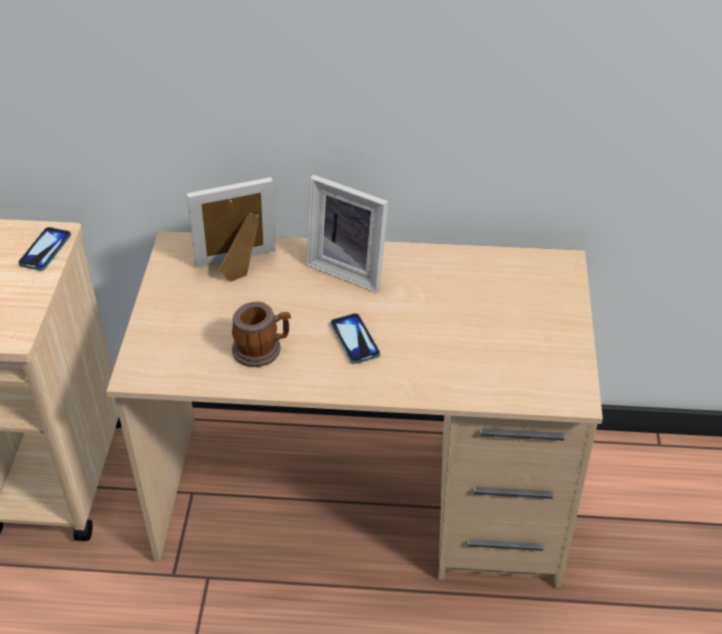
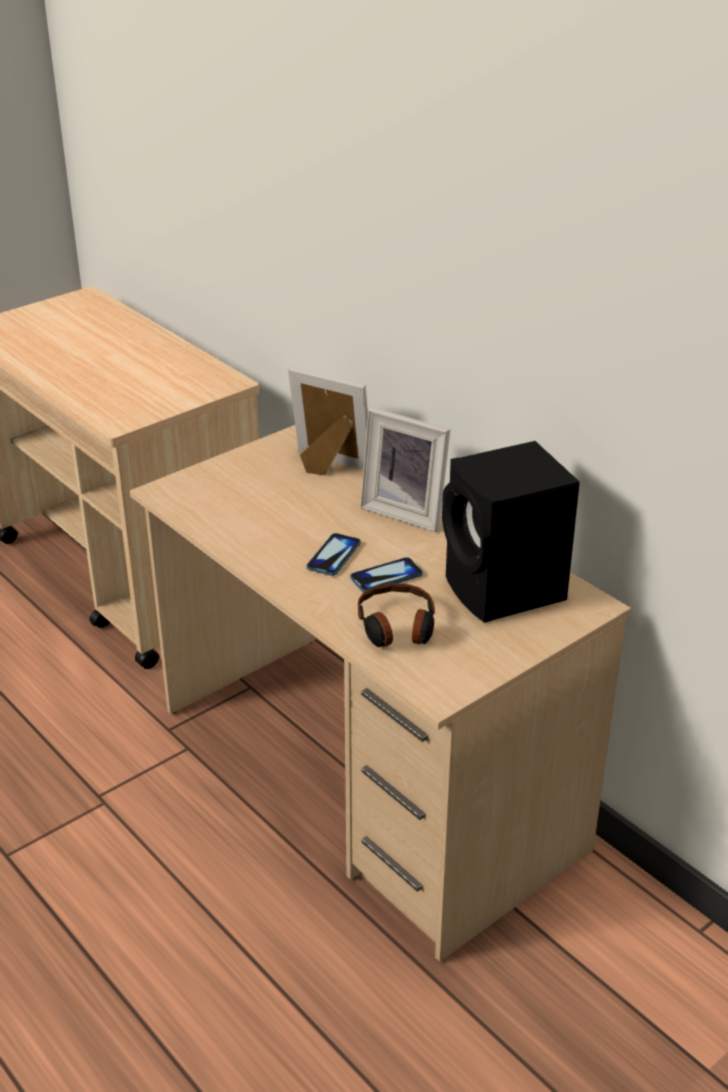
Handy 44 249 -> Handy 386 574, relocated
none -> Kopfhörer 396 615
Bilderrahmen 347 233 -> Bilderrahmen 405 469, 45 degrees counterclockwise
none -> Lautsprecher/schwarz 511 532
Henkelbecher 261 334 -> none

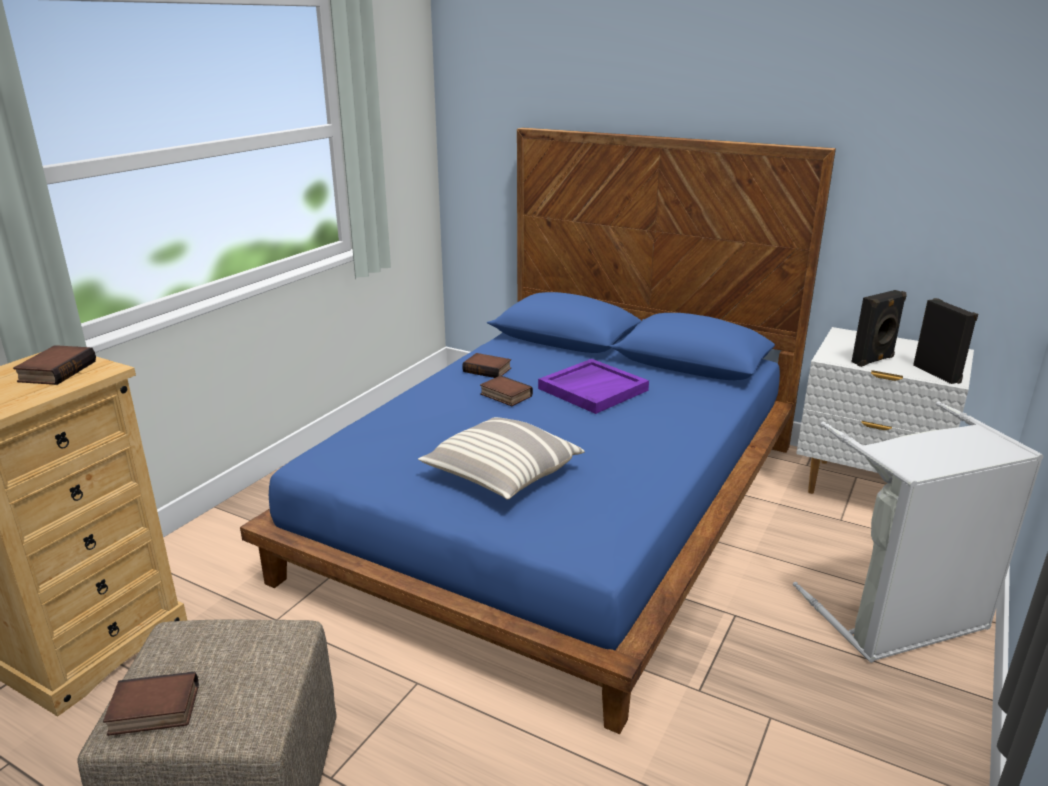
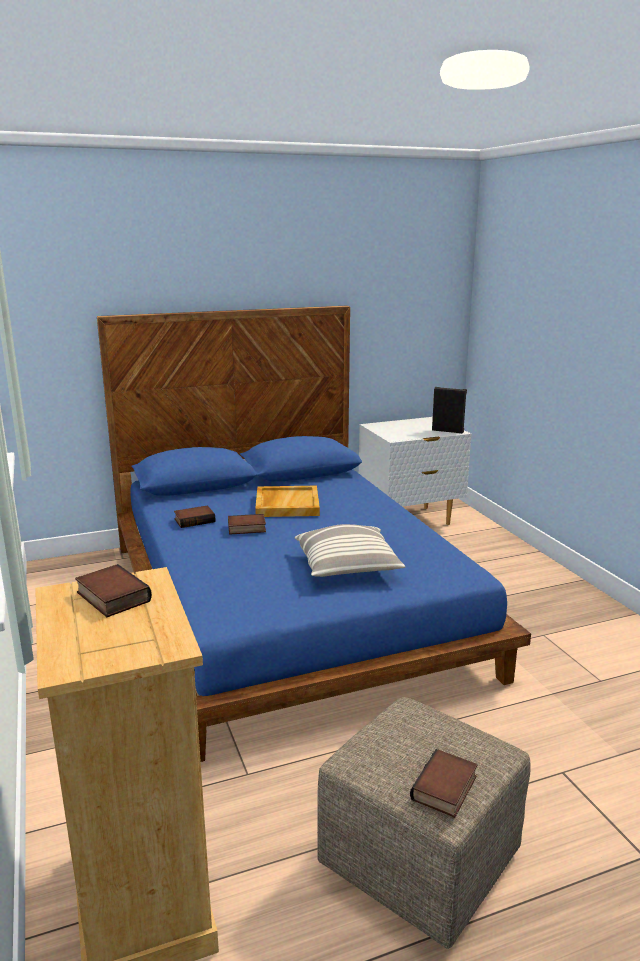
Tablett/lila 593 386 -> Tablett/beige 287 501
Wäschekorb/grau 918 532 -> none
Lautsprecher/schwarz 879 328 -> none

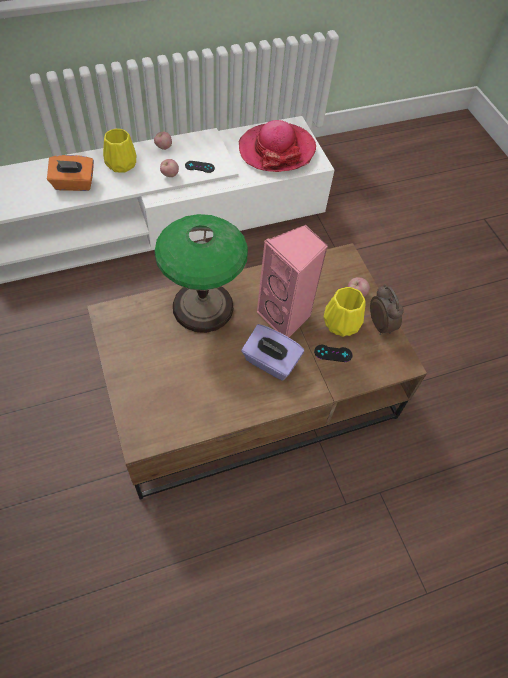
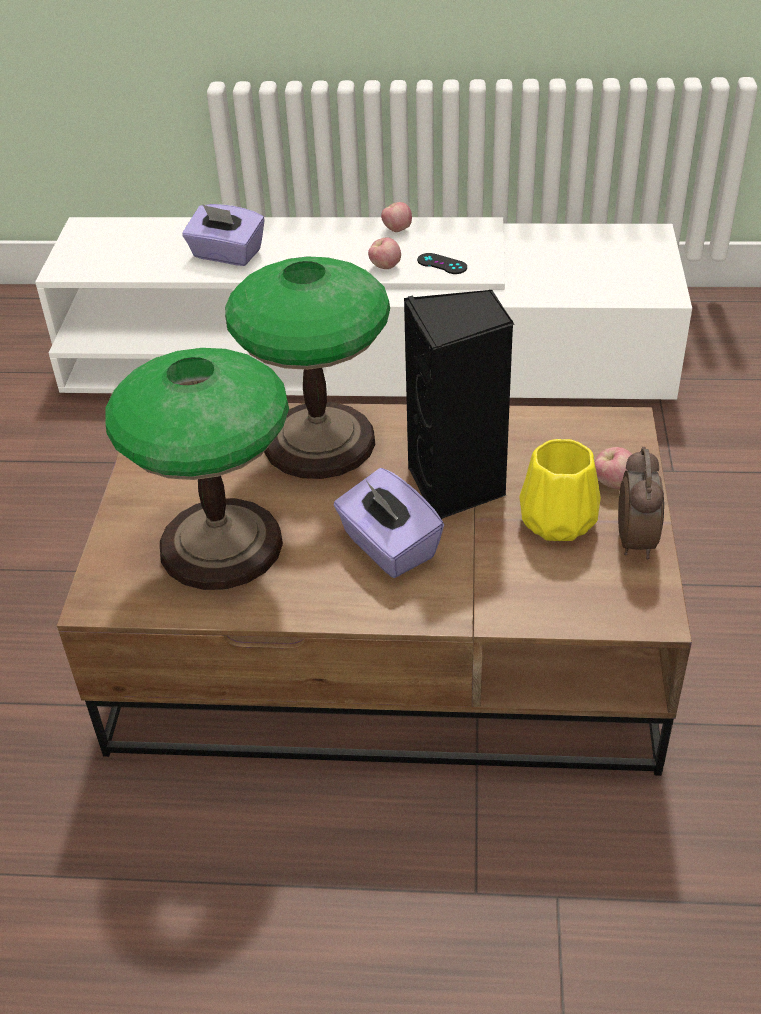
none -> Tischlampe 197 469
Taschentuchbox/orange 70 173 -> Taschentuchbox/lila 223 235
Lautsprecher/rosa 292 281 -> Lautsprecher/schwarz 459 404
Vase/gelb 120 150 -> none
Hut 277 146 -> none
Gamepad/schwarz 333 353 -> none

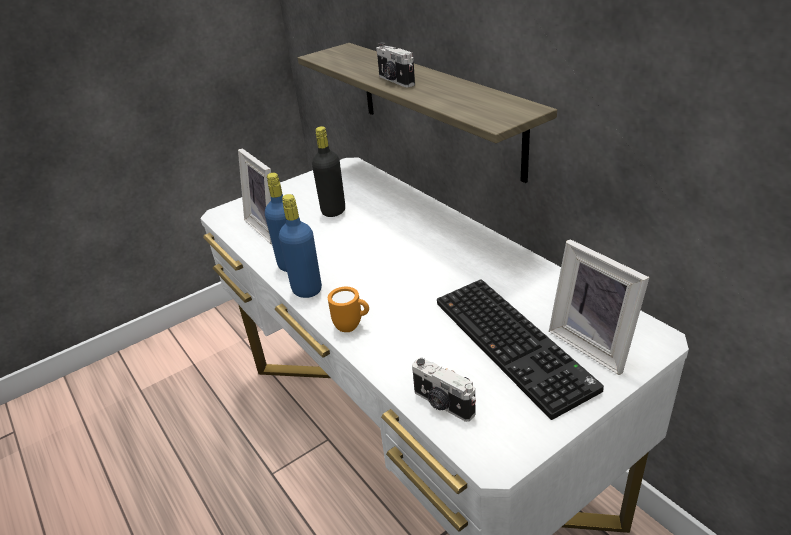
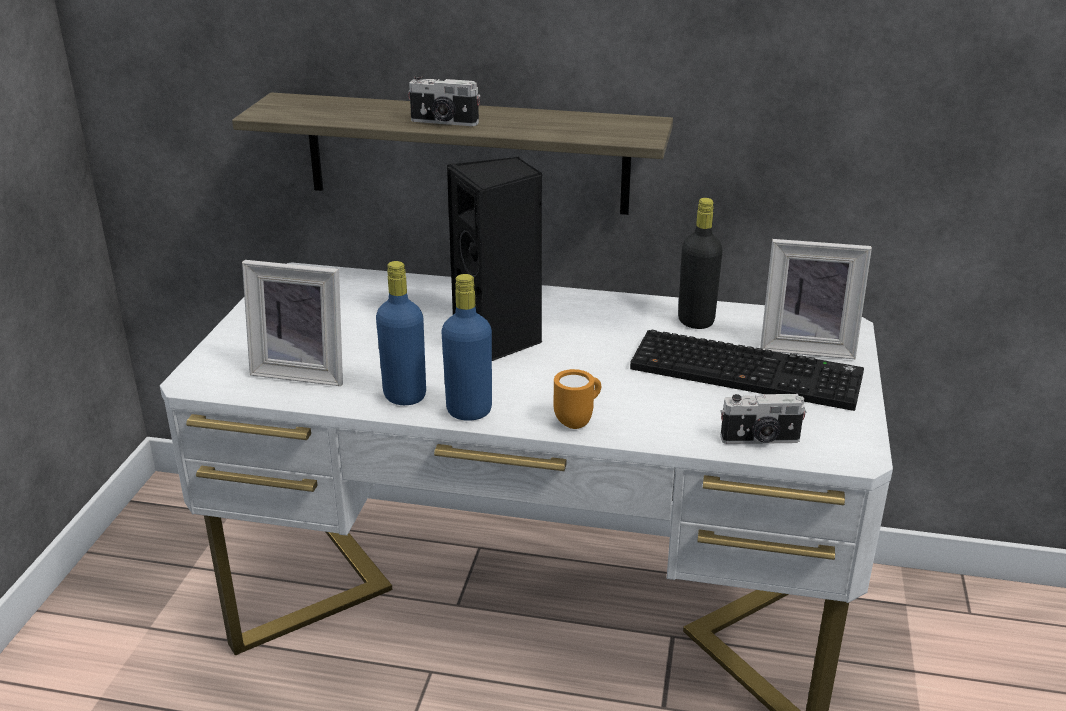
none -> Lautsprecher/schwarz 495 259
Flasche/schwarz 328 171 -> Flasche/schwarz 700 263, relocated

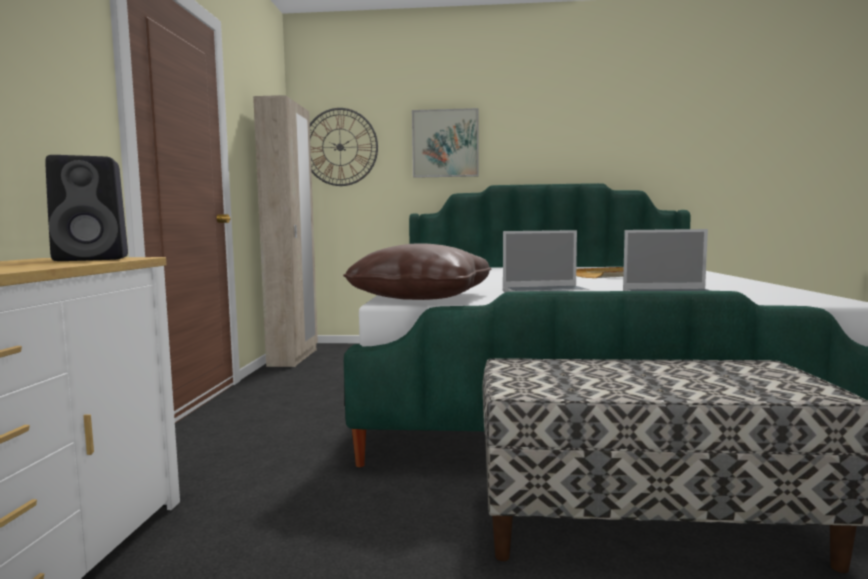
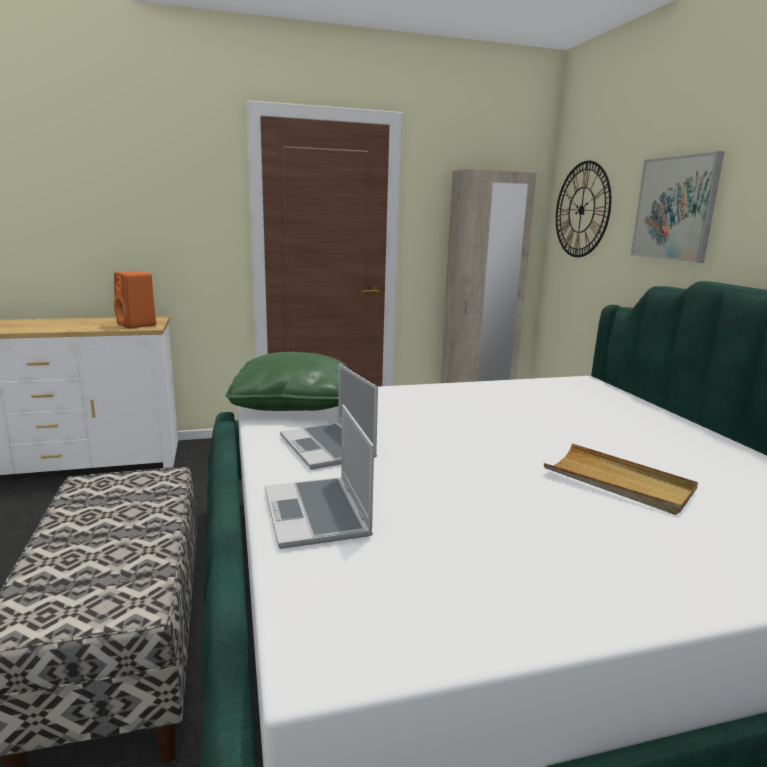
Lautsprecher/schwarz 86 208 -> Lautsprecher/orange 135 299
Kissen/braun 417 271 -> Kissen/grün 288 381

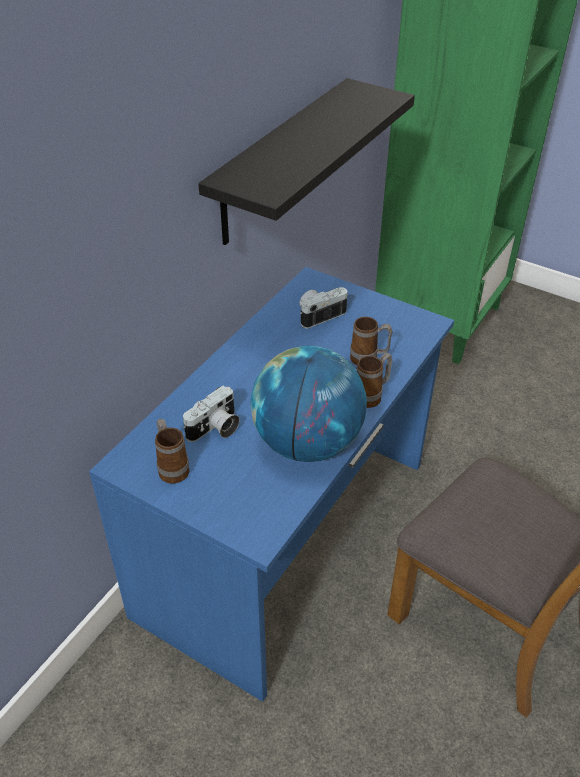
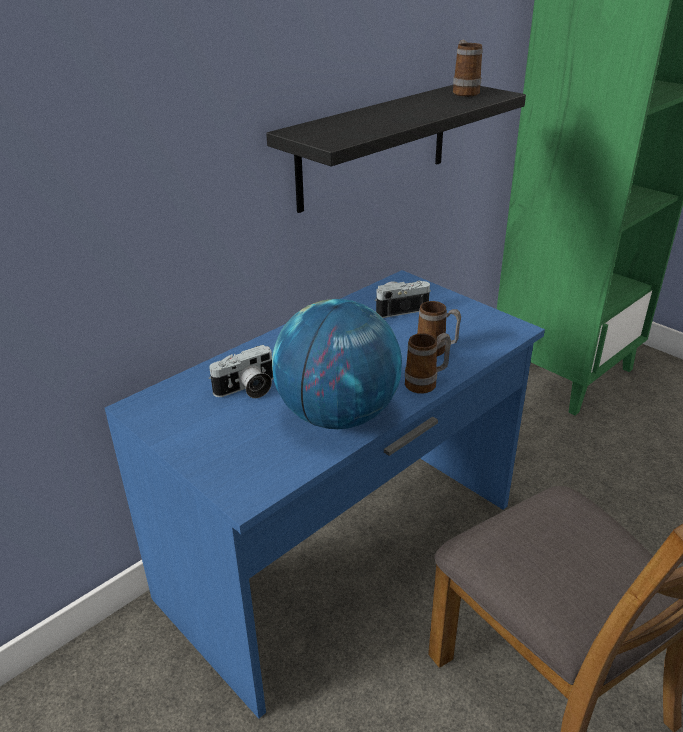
Henkelbecher 172 451 -> Henkelbecher 468 68, relocated

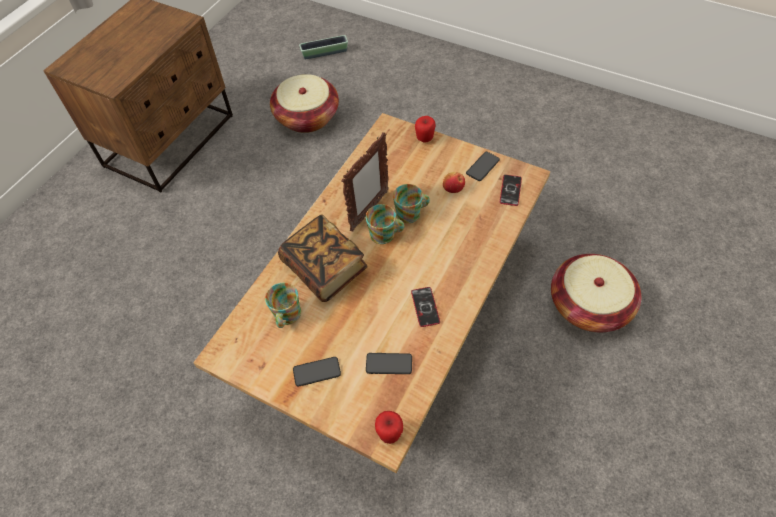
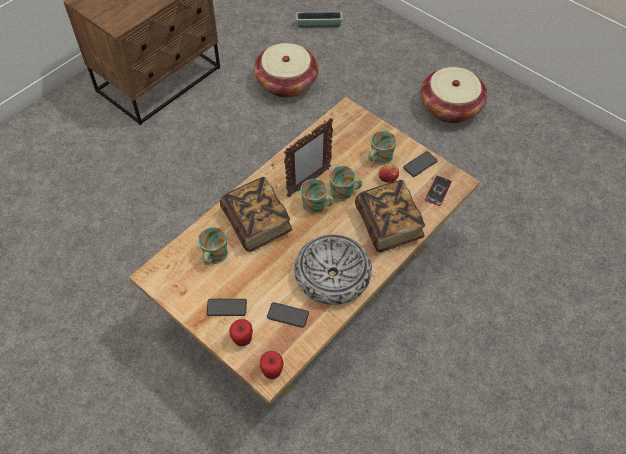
Apfel 425 129 -> Apfel 241 332, relocated
Handy 425 307 -> Schüssel 333 269
none -> Buch 390 216
none -> Henkelbecher 382 148
Korb 596 293 -> Korb 454 95, relocated

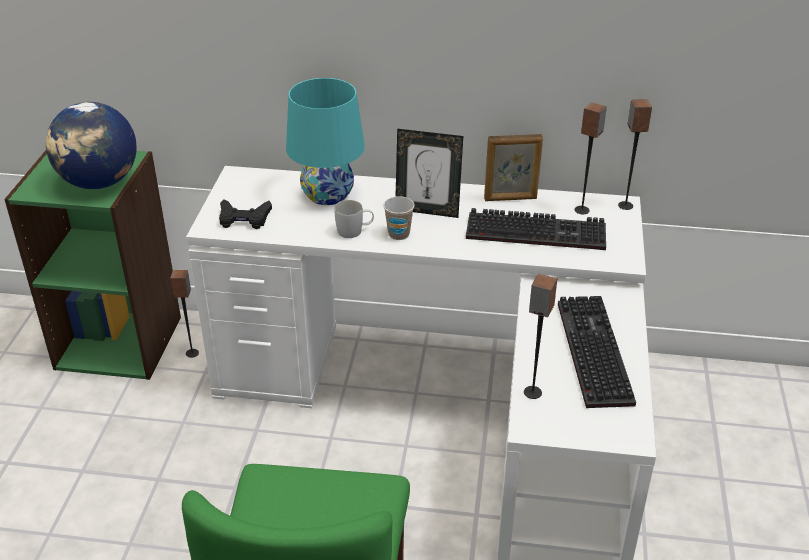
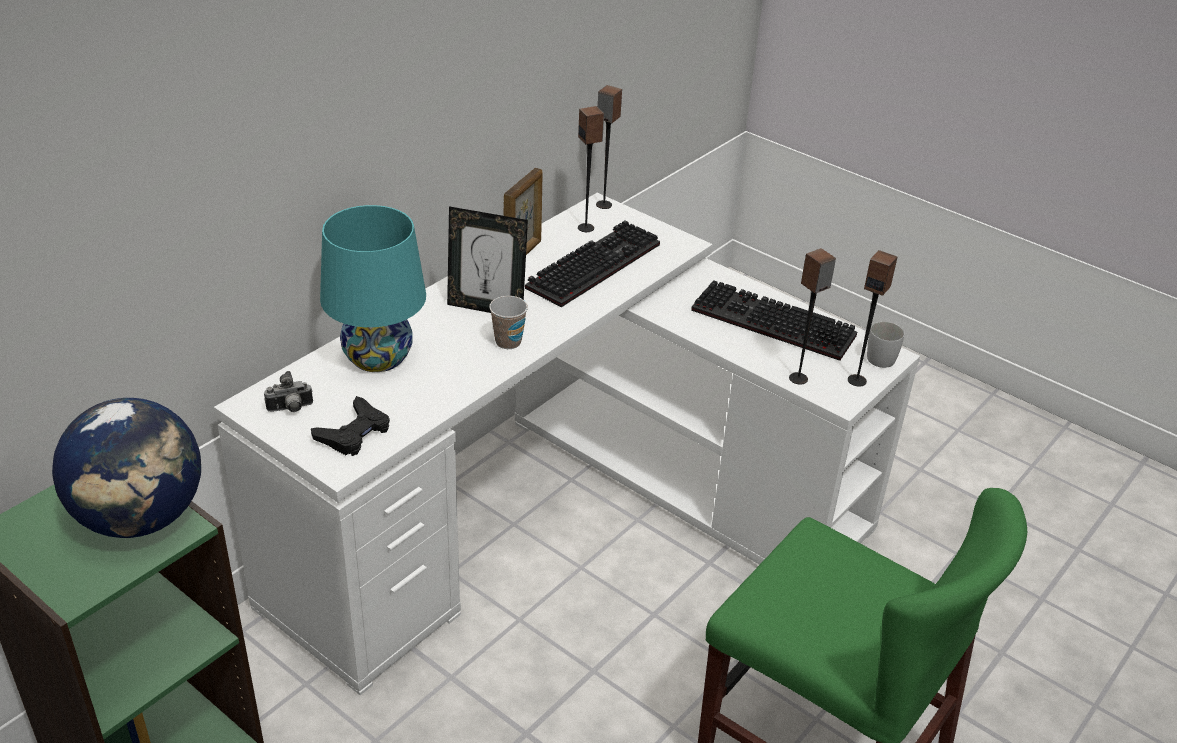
none -> Kamera 288 391
Bilderrahmen 429 173 -> Bilderrahmen 487 259, 60 degrees clockwise
Lautsprecher 184 314 -> Lautsprecher 872 318, relocated
Henkelbecher/weiß 354 219 -> Henkelbecher/weiß 885 345, relocated

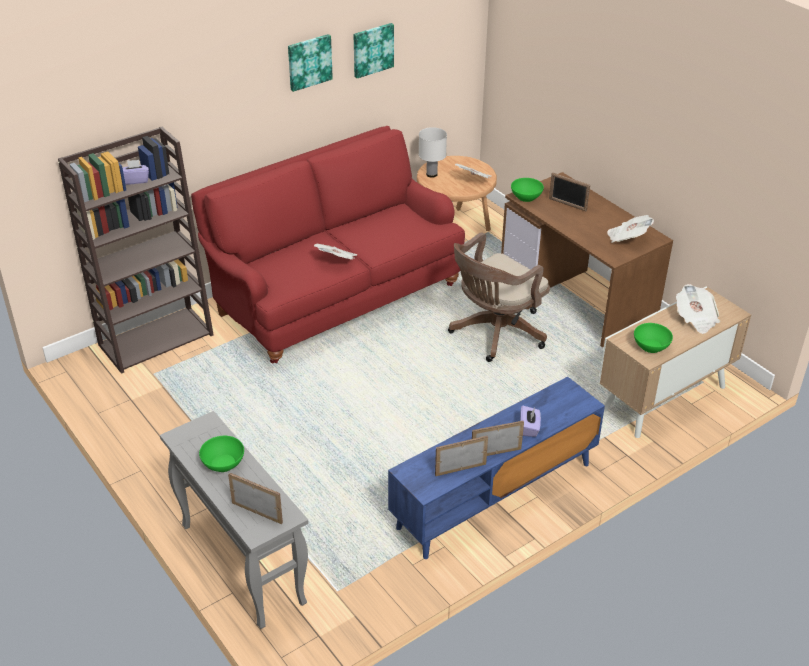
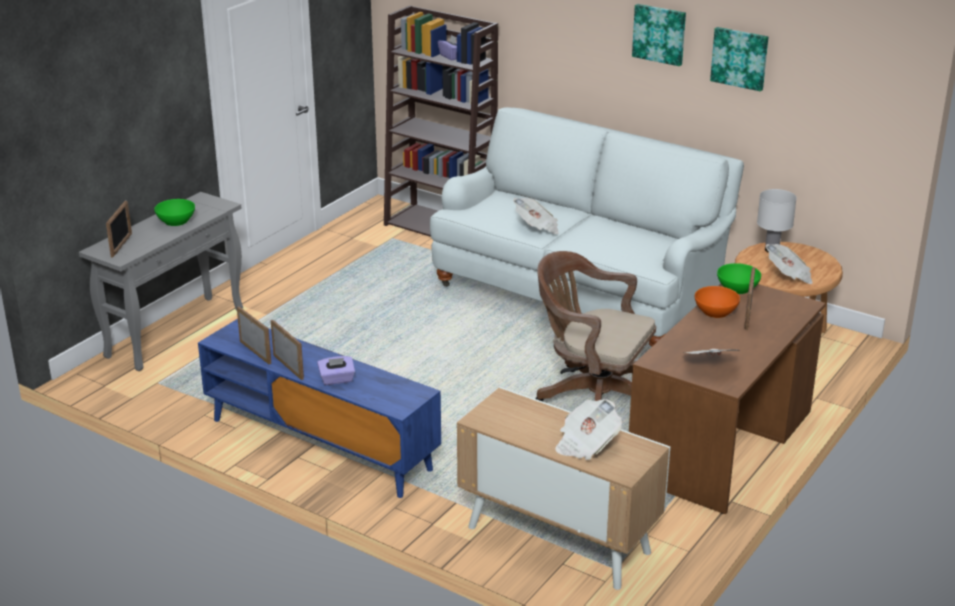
Sofa/rot 328 244 -> Sofa/weiß 587 226
none -> Schüssel/orange 717 302
Schüssel/grün 653 338 -> none

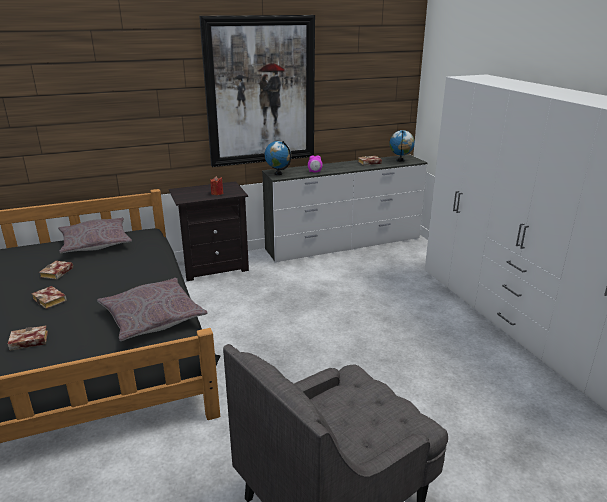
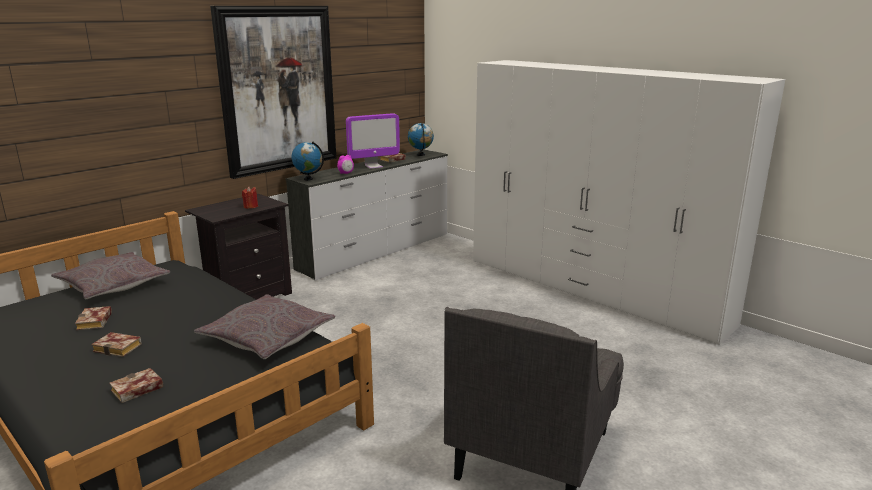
none -> Monitor 373 141

